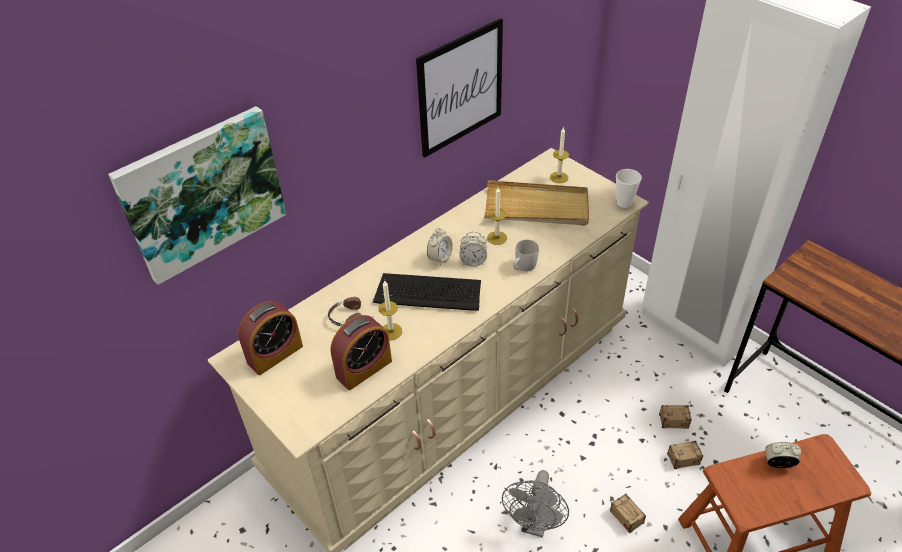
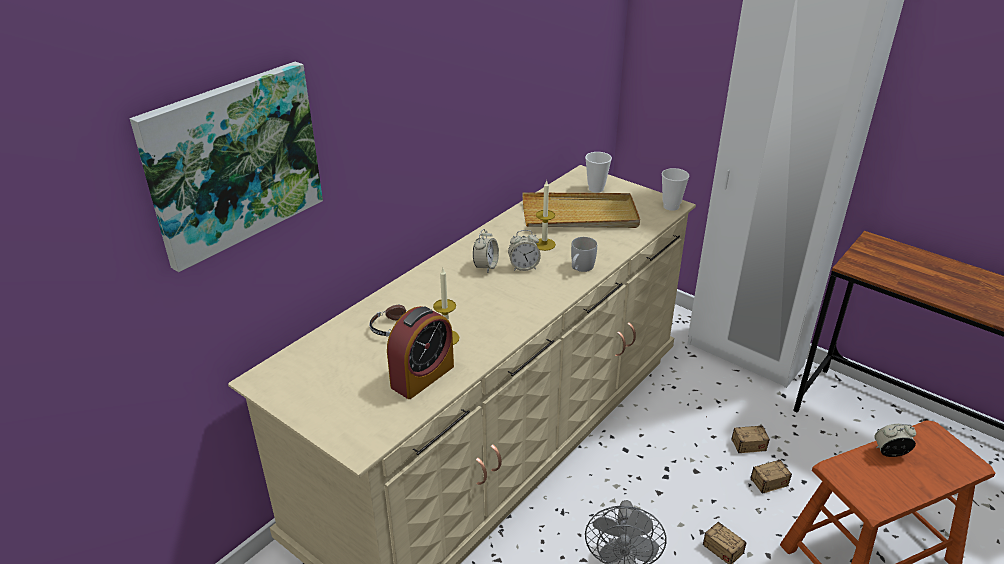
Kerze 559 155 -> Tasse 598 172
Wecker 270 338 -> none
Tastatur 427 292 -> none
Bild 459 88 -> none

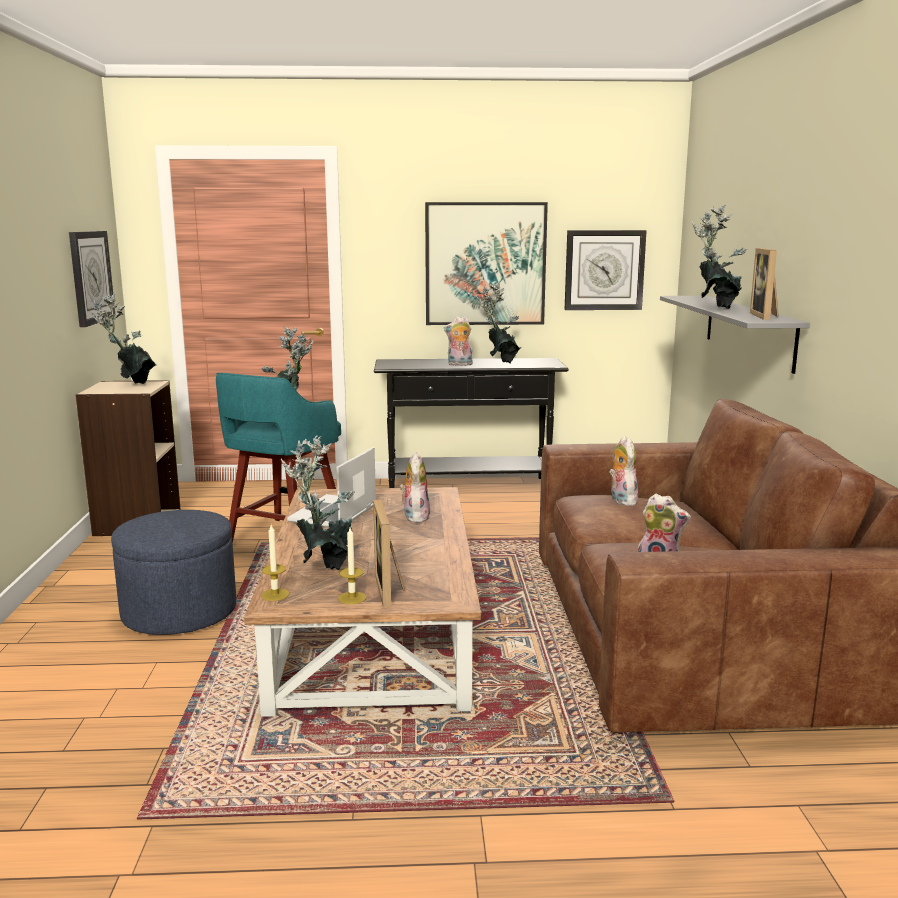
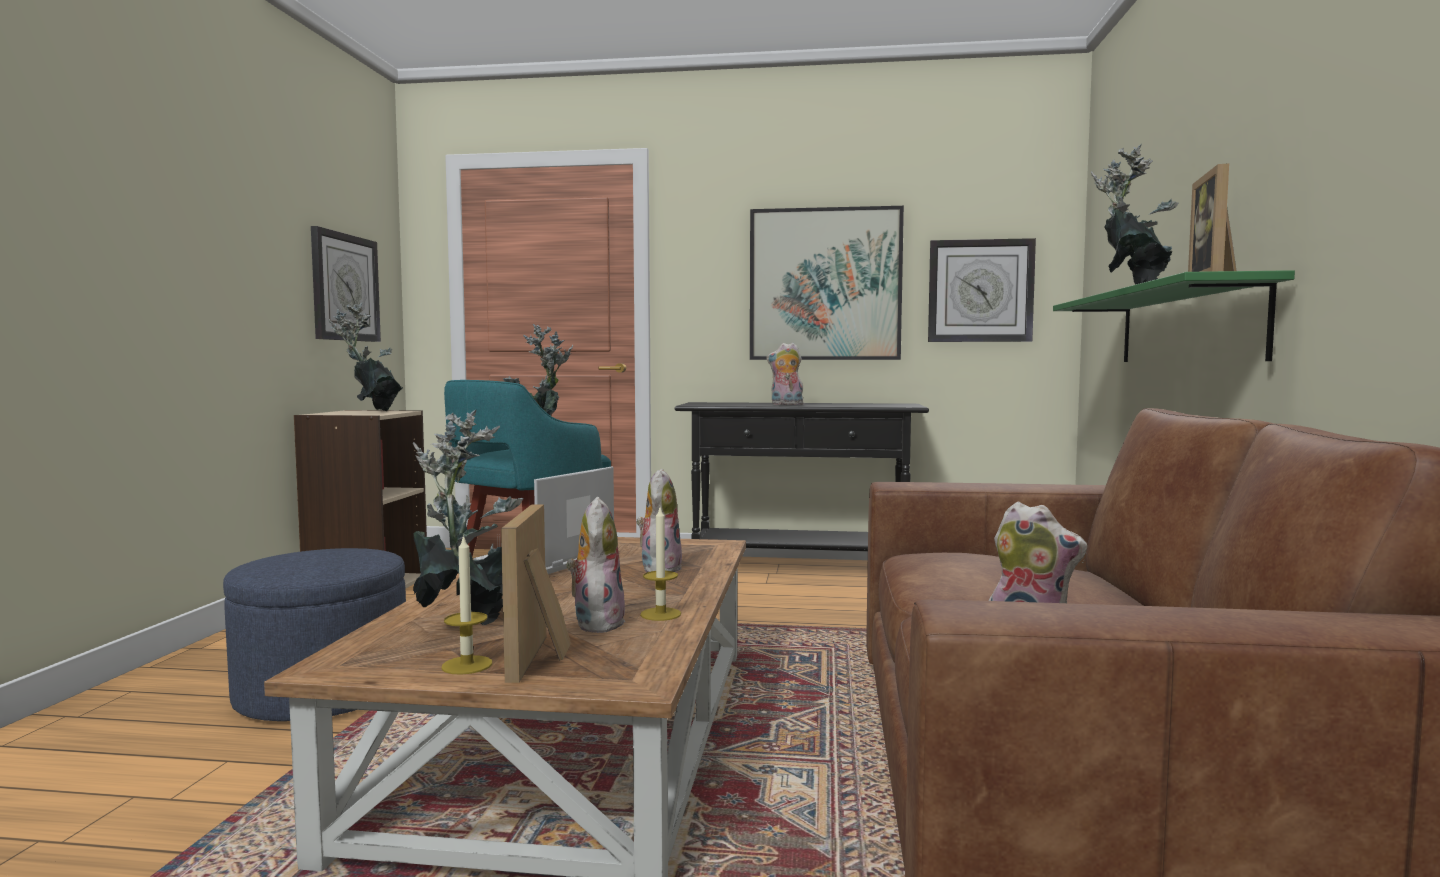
Plüschtier 623 471 -> Plüschtier 596 565, relocated
Kerze 275 563 -> Kerze 660 564, relocated
Wandregal/grau 735 335 -> Wandregal/grün 1174 316
Topfpflanze 498 322 -> none

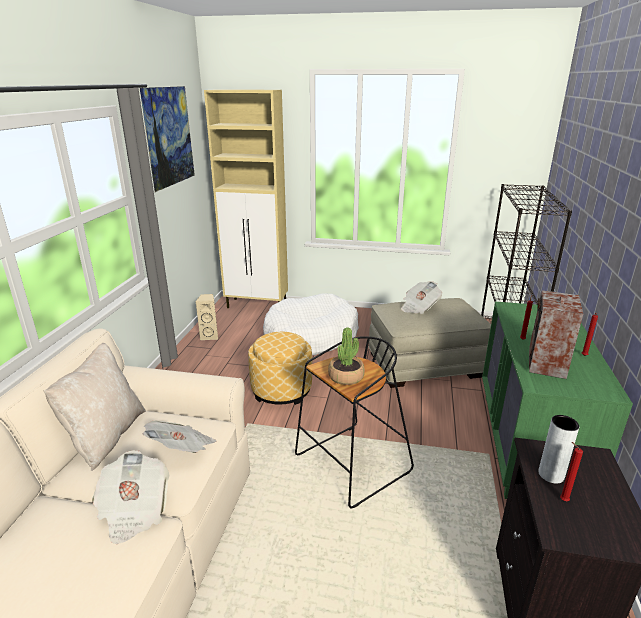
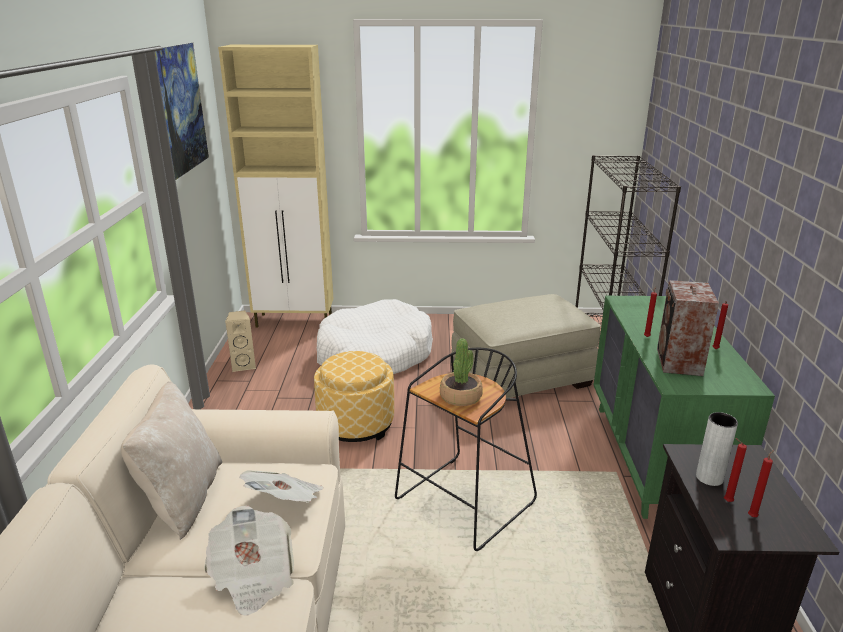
none -> Kerze/rot 761 483
Zeitung 421 297 -> none

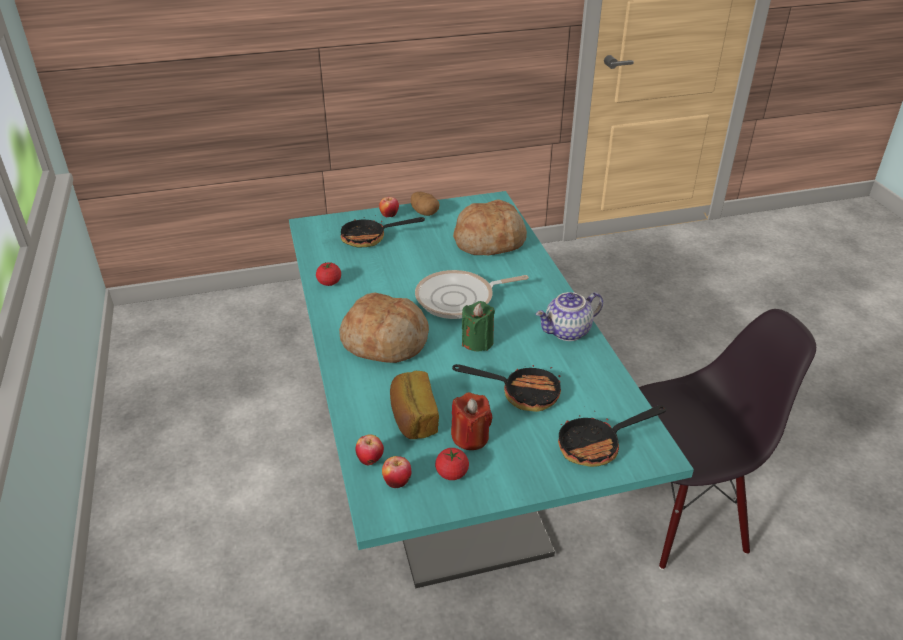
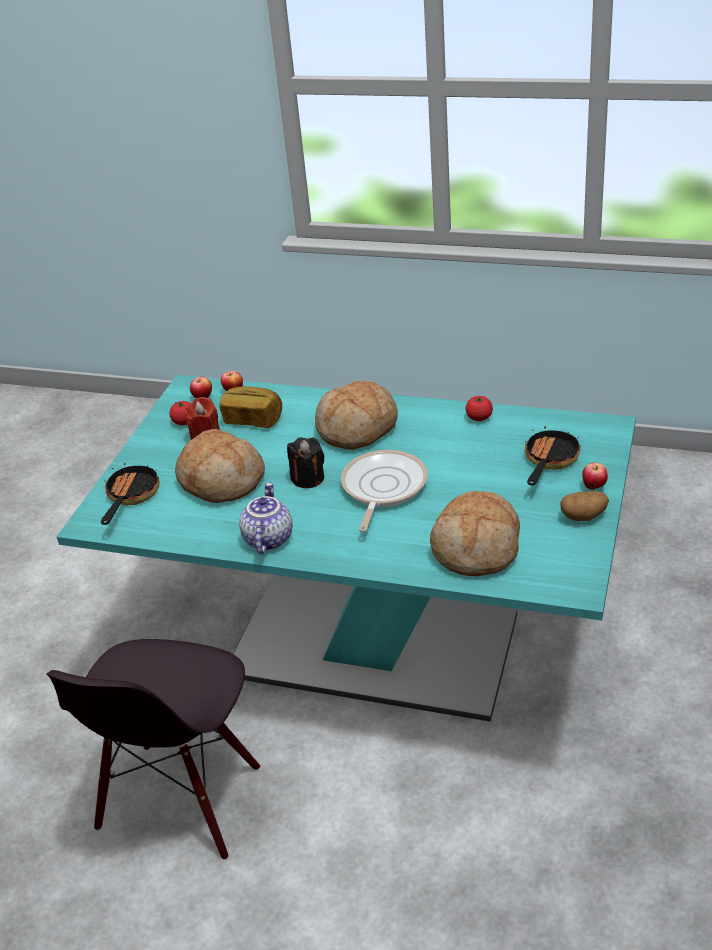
Pfanne 507 388 -> Brot 220 466
Kerze/grün 478 326 -> Kerze/schwarz 305 462

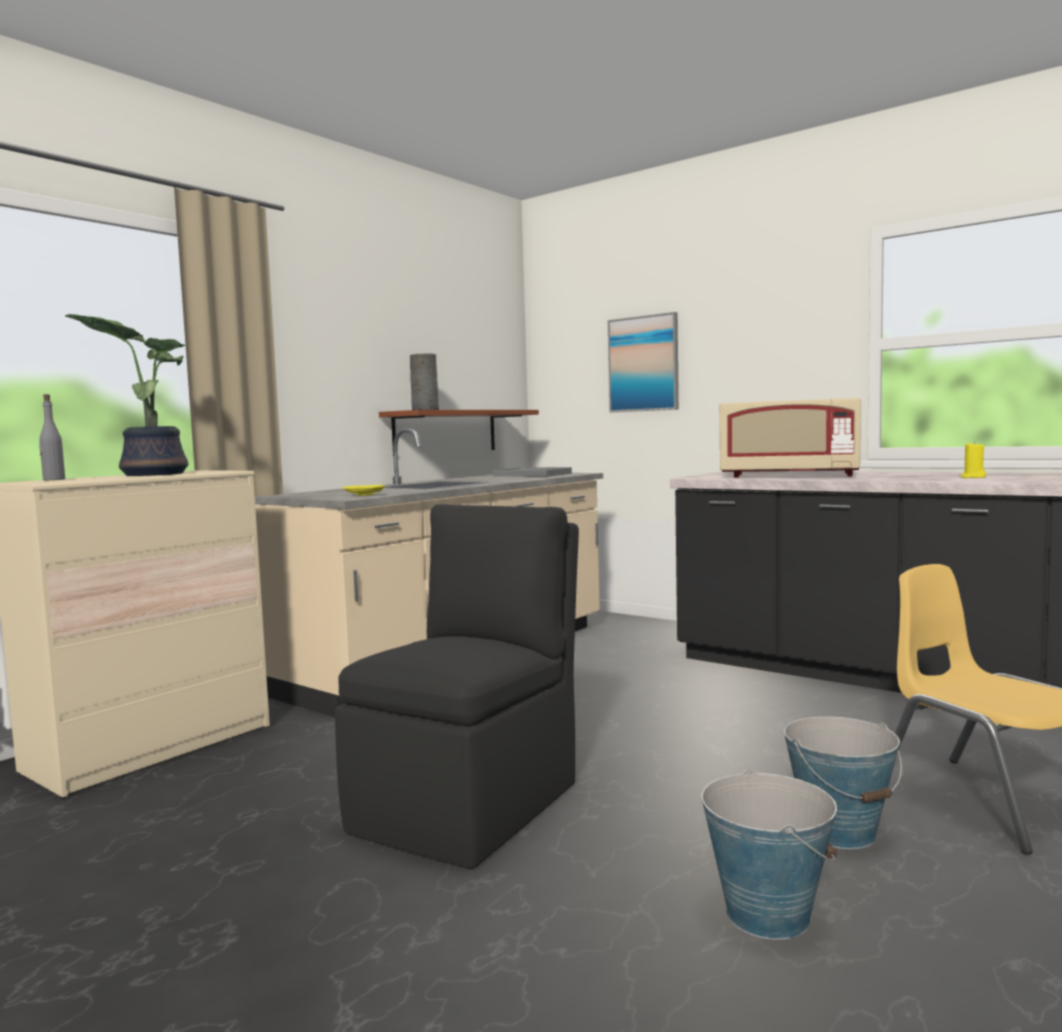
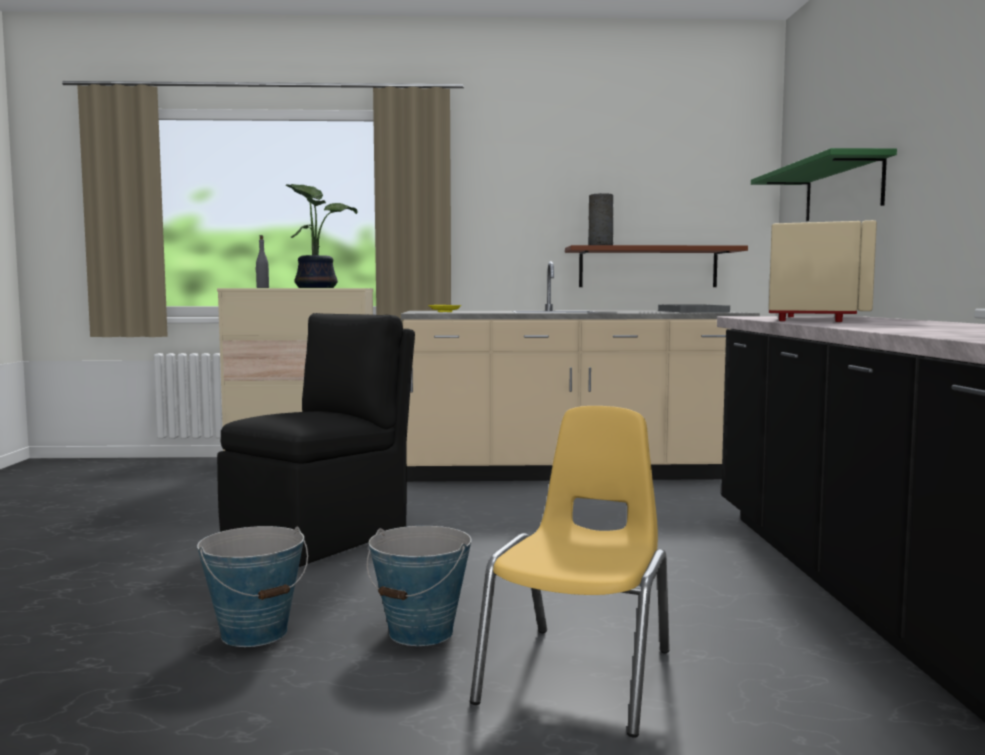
Stuhl/schwarz 457 686 -> Stuhl/schwarz 316 440, 45 degrees counterclockwise
Bild 643 362 -> Wandregal/grün 824 184
Mikrowelle/beige 790 437 -> Mikrowelle/beige 823 271, 135 degrees counterclockwise
Kerze/gelb 973 459 -> none

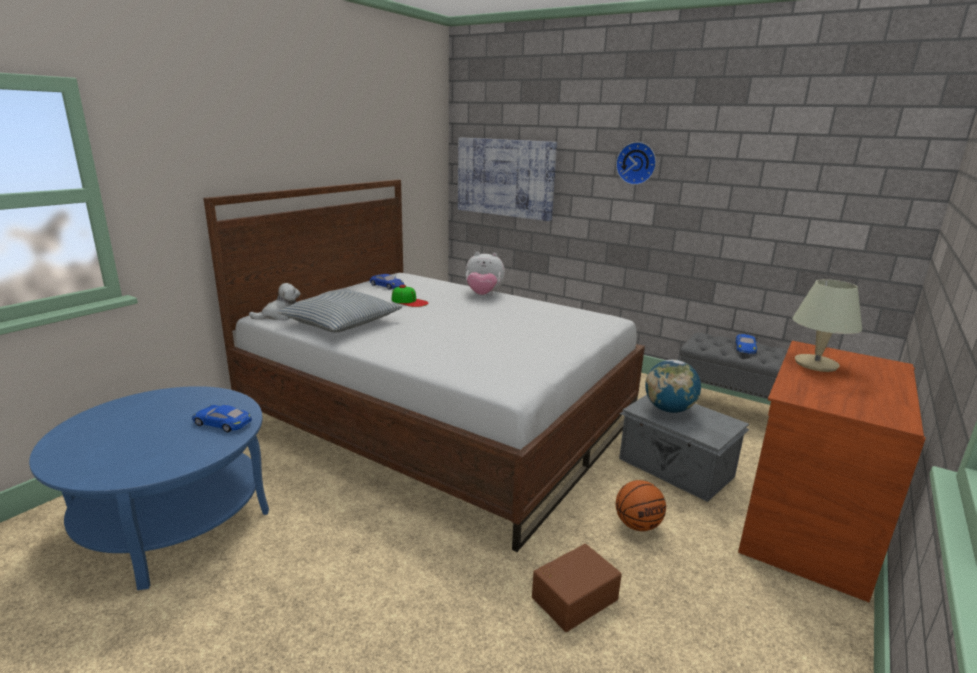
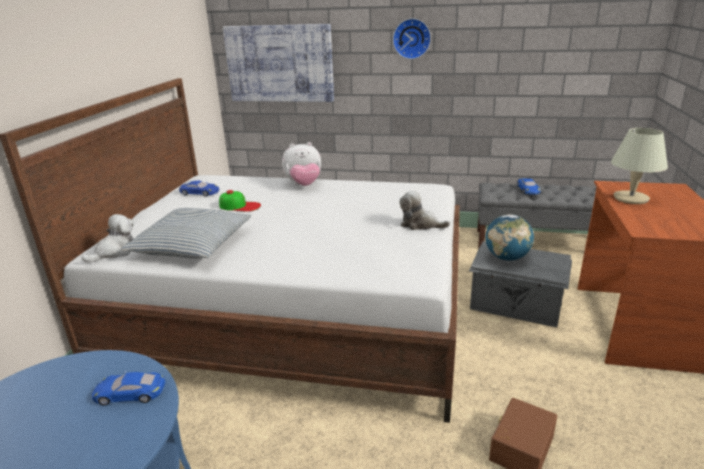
none -> Plüschtier 424 210
Basketball 641 505 -> none

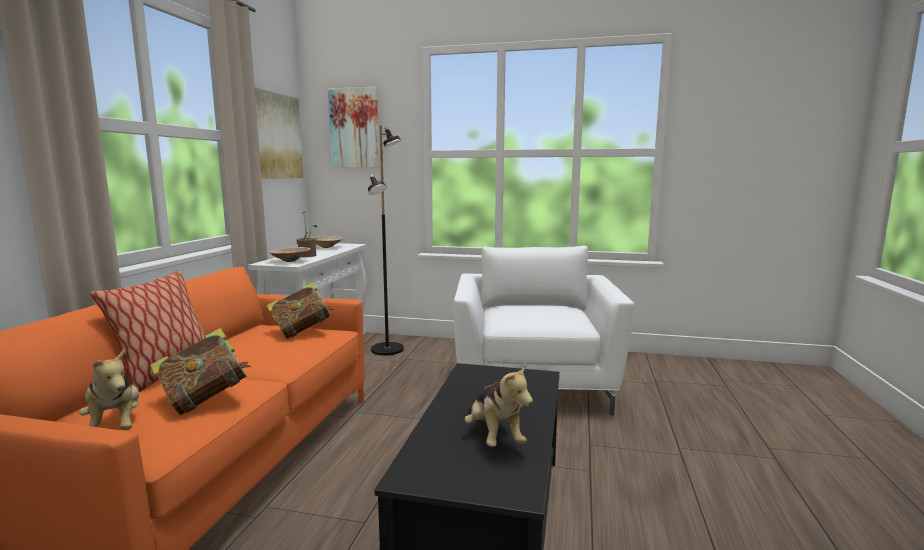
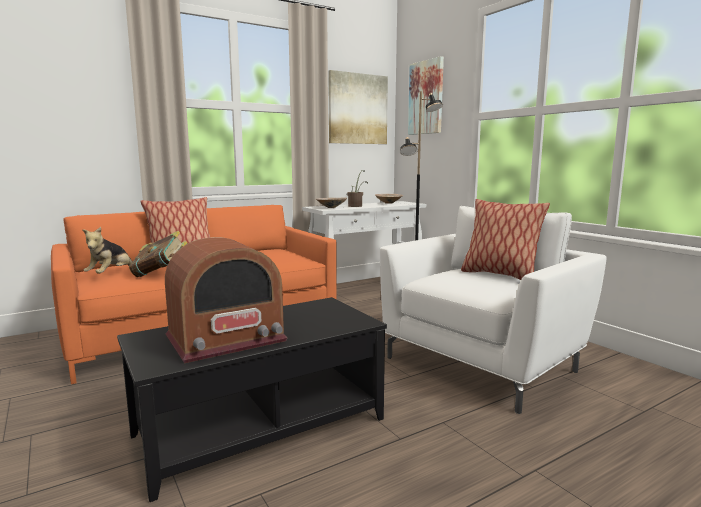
Plüschtier 498 405 -> Radio 226 300
none -> Kissen 505 239
Buch 299 311 -> none

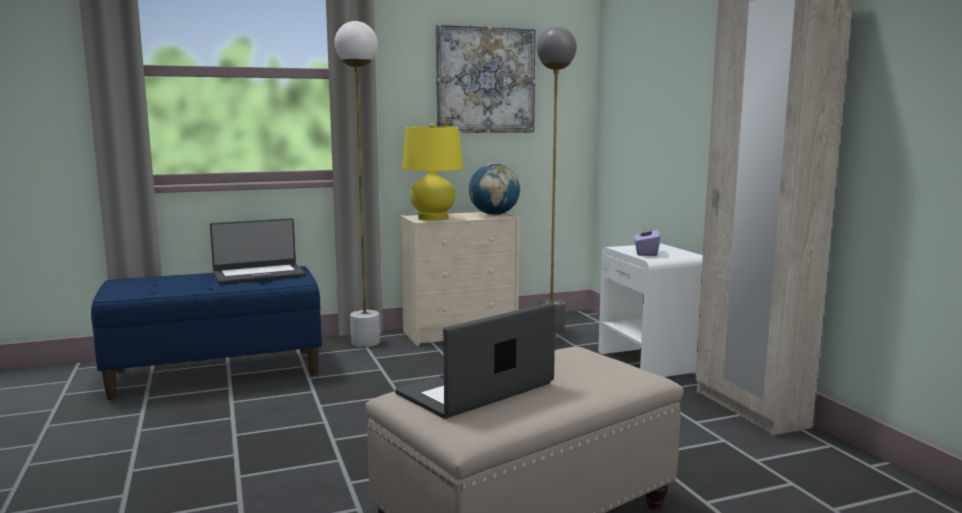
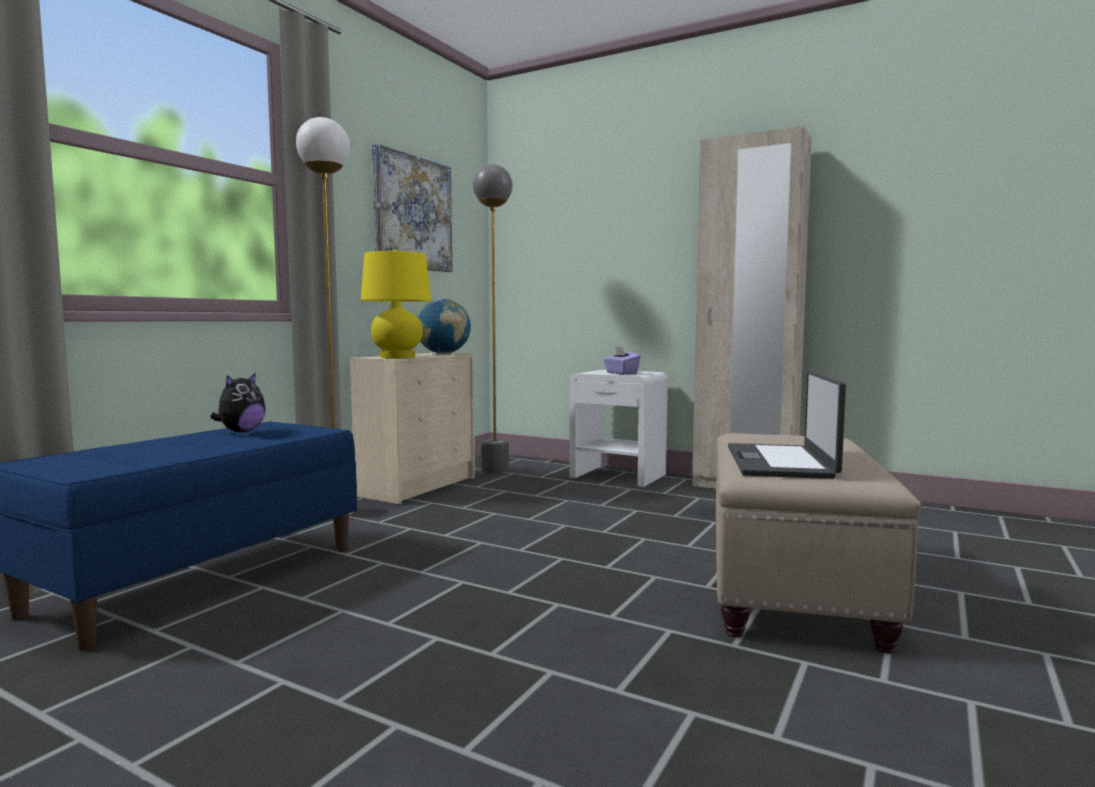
Laptop 258 251 -> Plüschtier 238 402

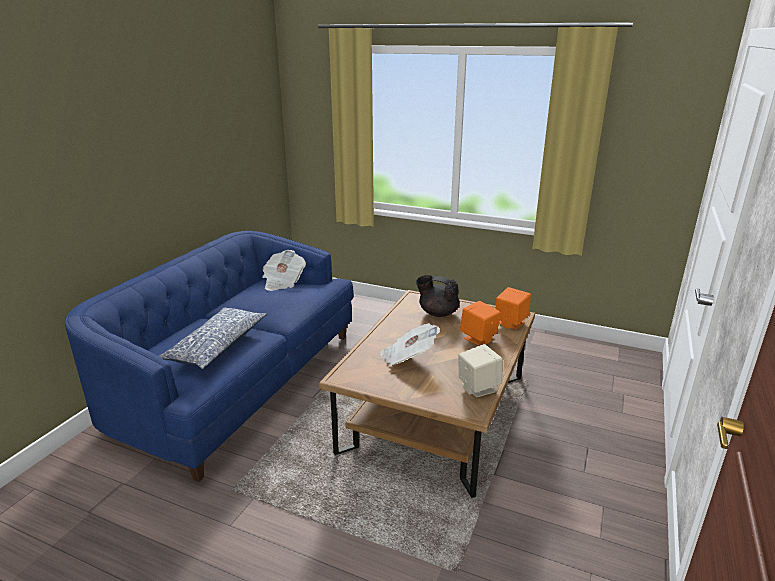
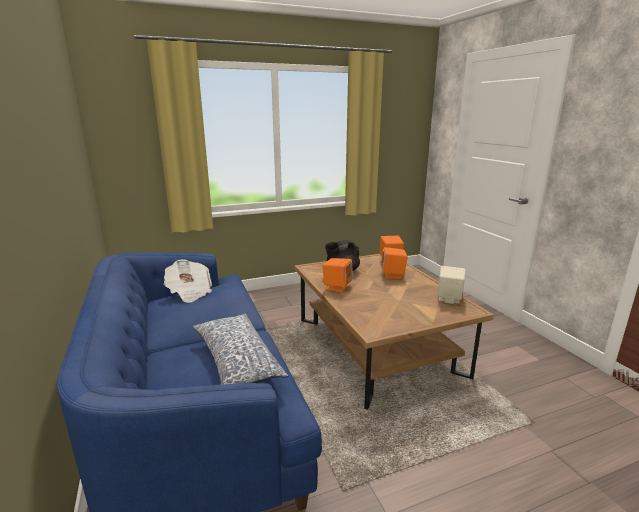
none -> Lautsprecher/orange 338 275
Zeitung 410 344 -> none

